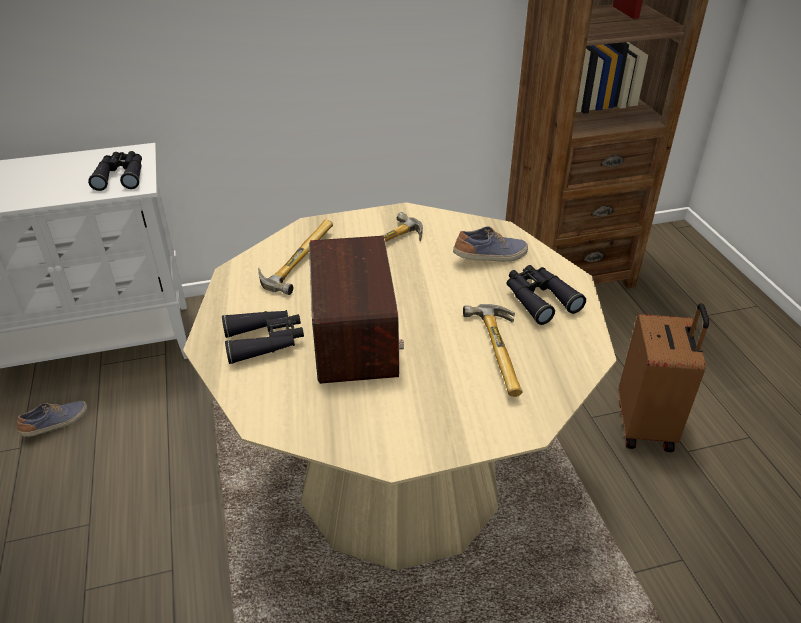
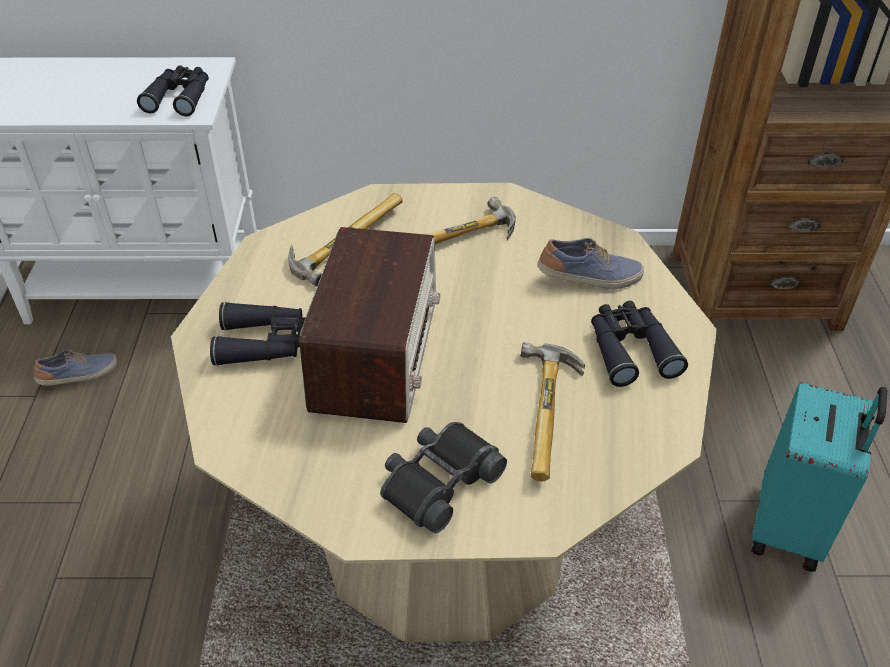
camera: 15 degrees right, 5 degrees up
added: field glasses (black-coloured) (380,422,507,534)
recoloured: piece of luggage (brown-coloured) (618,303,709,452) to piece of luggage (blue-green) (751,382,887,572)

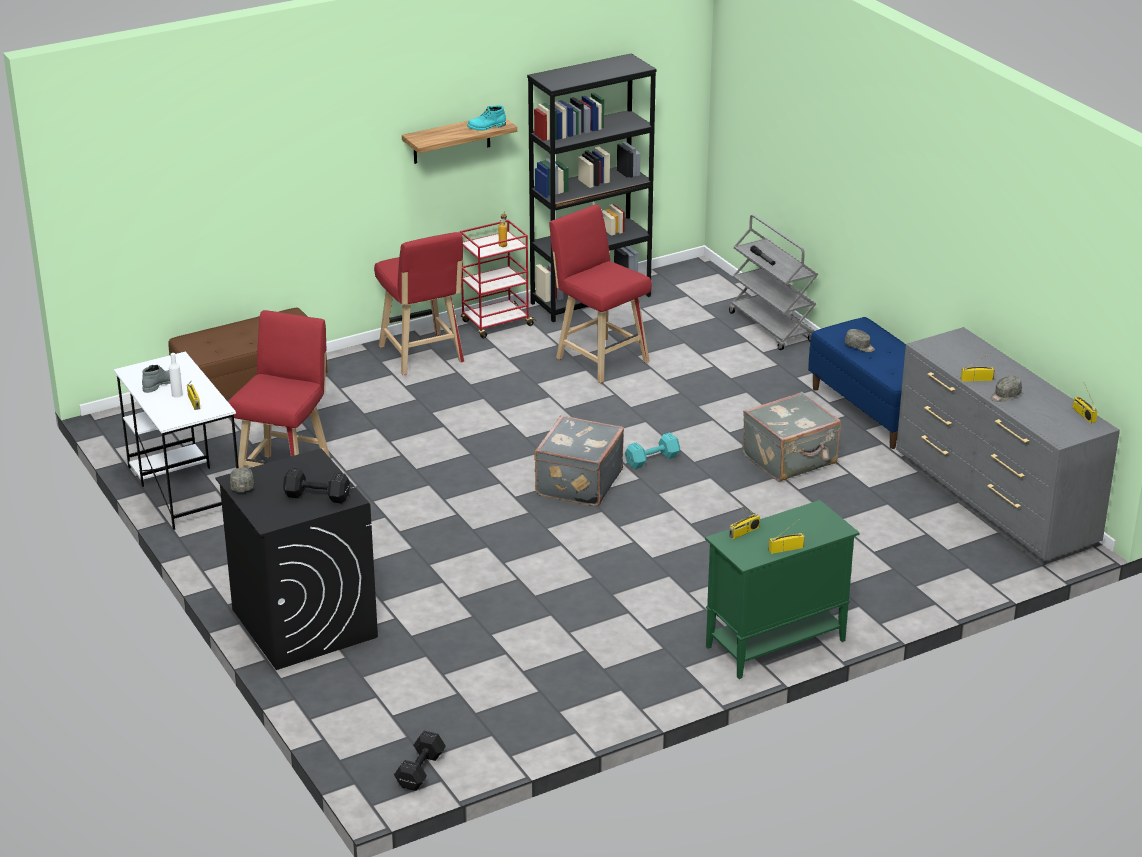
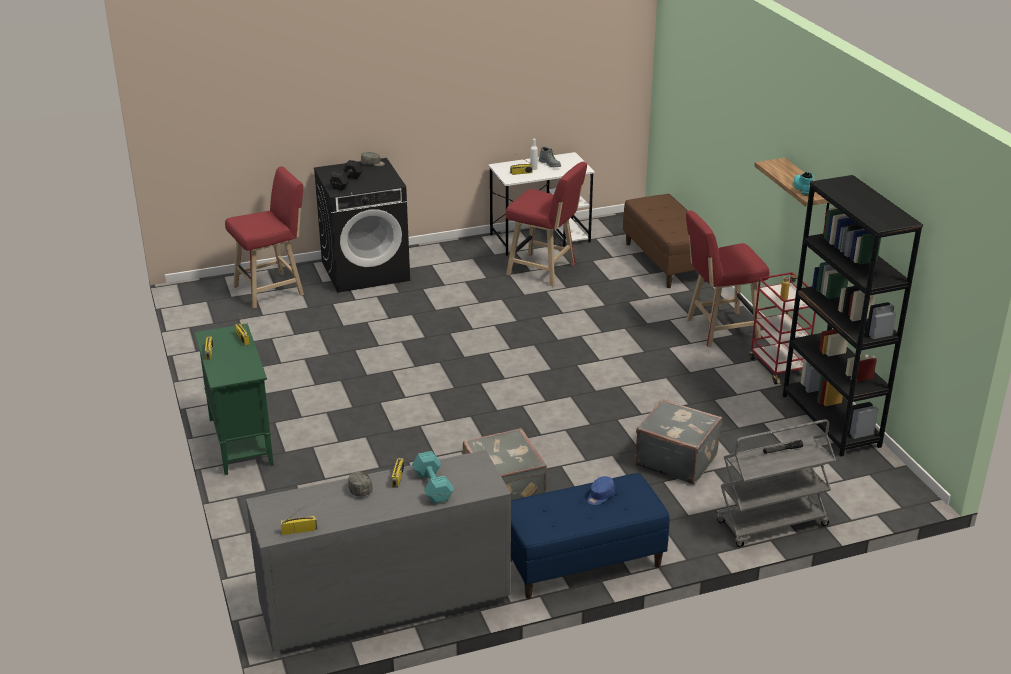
camera: 100 degrees right, 0 degrees up
removed: hand weight (black-coloured) (394,731,446,791)
moved: stool seat (red-coloured) (549,205,652,383) to (225,166,304,309); hand weight (blue-green) (625,432,680,469) to (412,451,454,503); piece of luggage (grey) (534,415,624,506) to (635,399,722,485)
recoloured: cap (grey) (845,329,875,352) to cap (blue-coloured) (587,476,615,505)

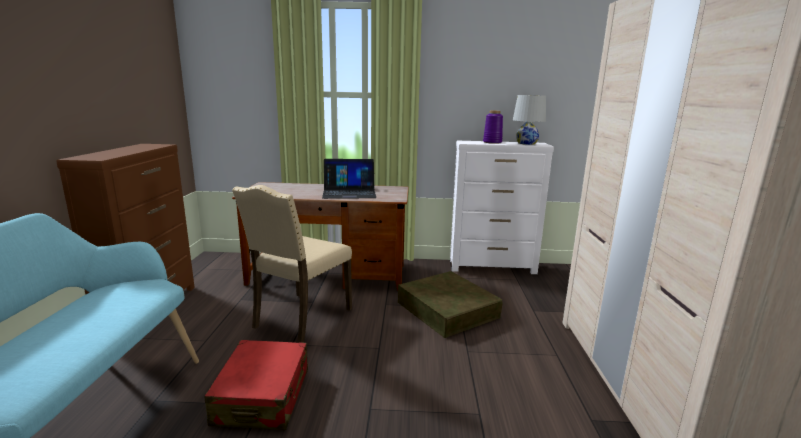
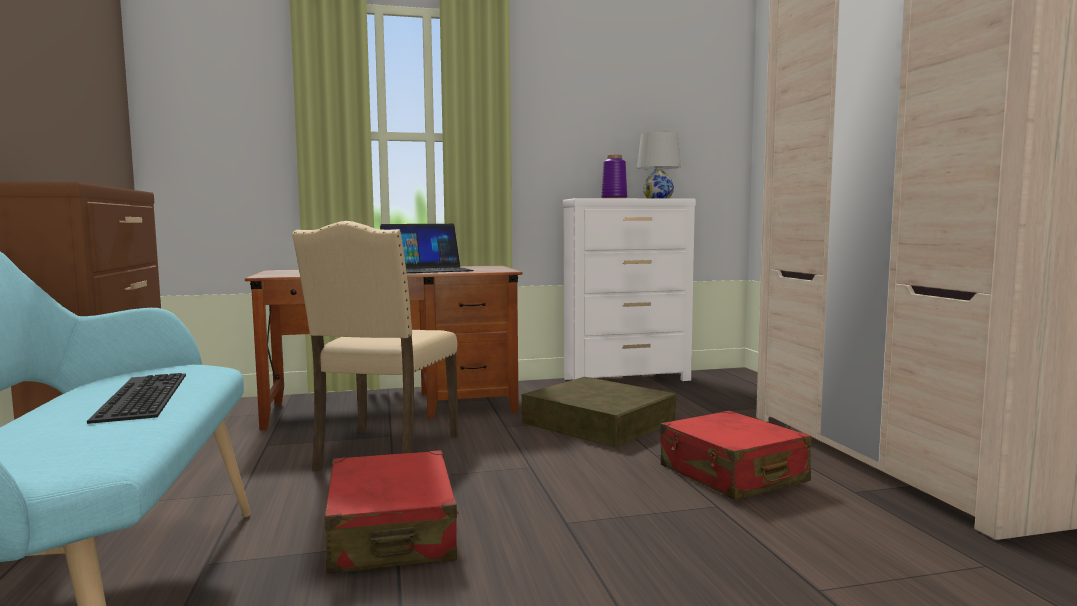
camera: 15 degrees left, 10 degrees down
added: PC keyboard (87,373,186,424); piece of luggage (red-coloured) (660,411,812,500)

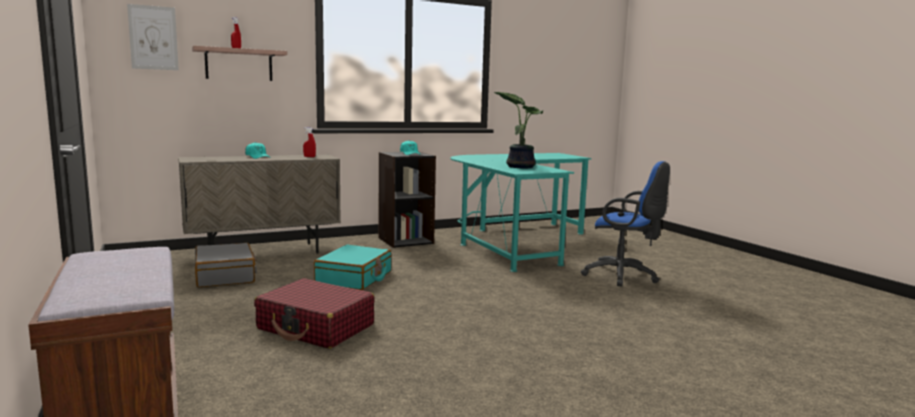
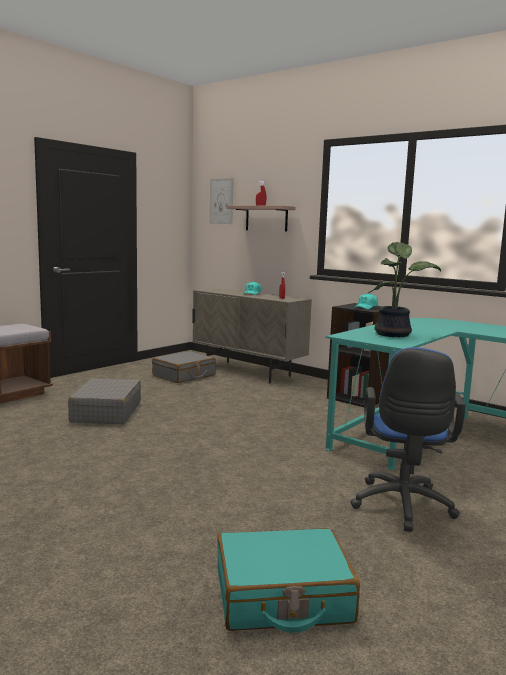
camera: 65 degrees right, 0 degrees up
moved: piece of luggage (blue-green) (314,245,391,290) to (217,528,360,633)
recoloured: piece of luggage (red-coloured) (254,278,375,349) to piece of luggage (grey) (68,378,141,424)

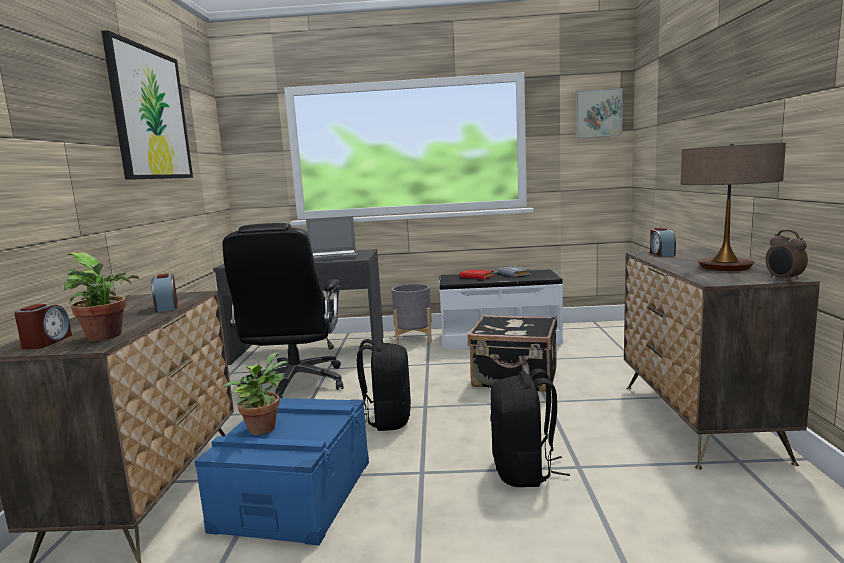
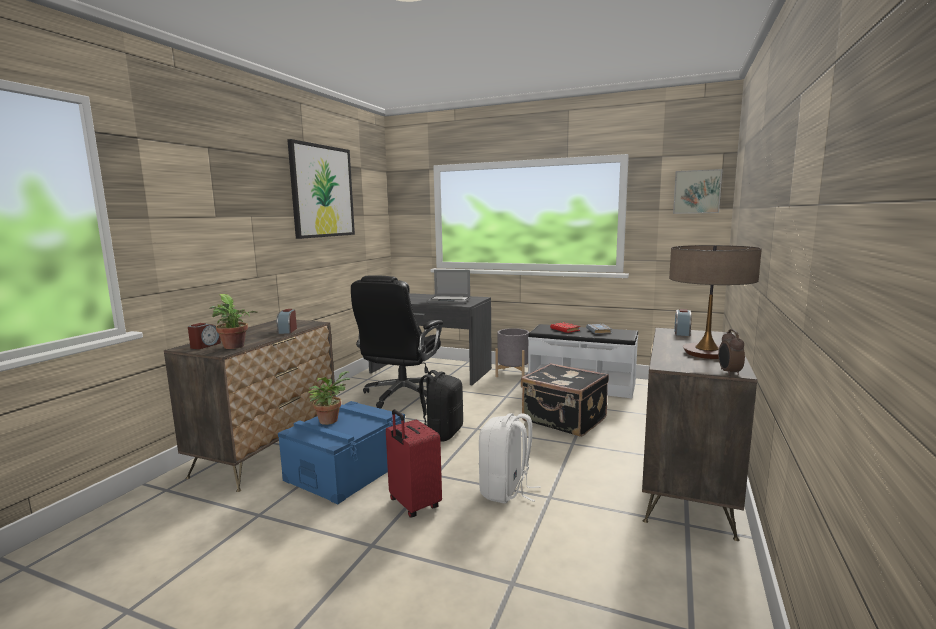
camera: 20 degrees right, 0 degrees up
added: piece of luggage (red-coloured) (386,410,442,517)
recoloured: backpack (black-coloured) (490,369,570,487) to backpack (white-coloured) (479,413,541,504)

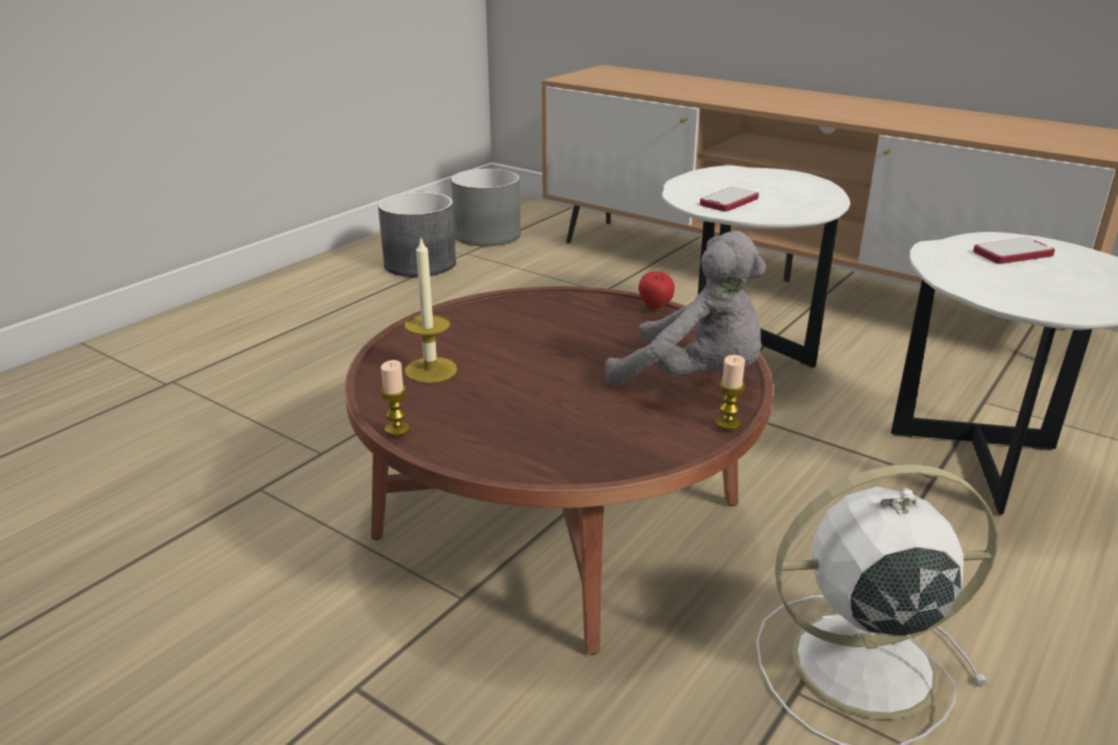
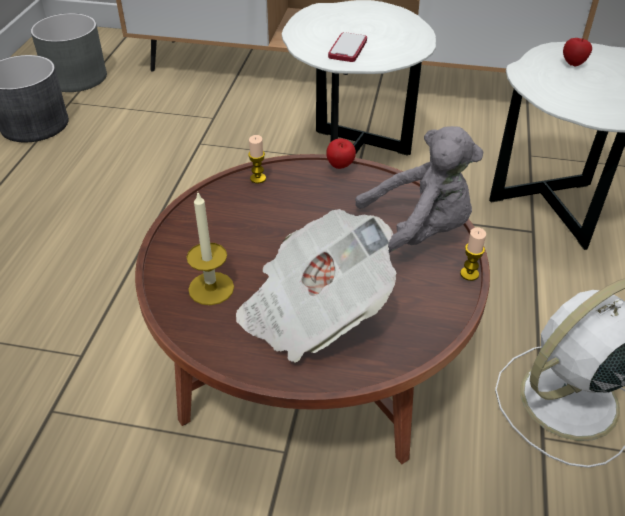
camera: 25 degrees left, 15 degrees up
added: printed paper (236,209,397,363)
moved: wax candle (380,360,410,436) to (248,135,266,184)
replaced: handset (973,238,1055,264) to whole apple (563,38,592,67)

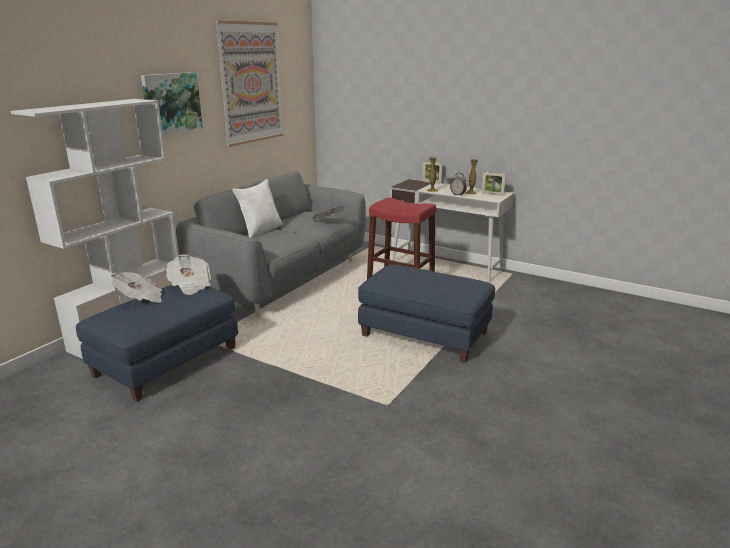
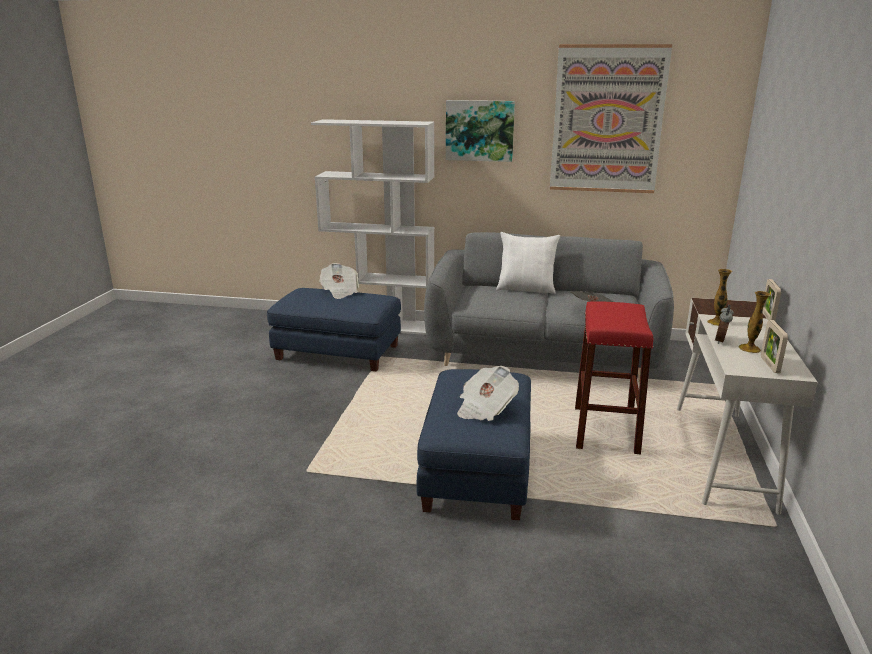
camera: 70 degrees right, 0 degrees up
moved: printed paper (166,255,211,295) to (457,366,519,421)

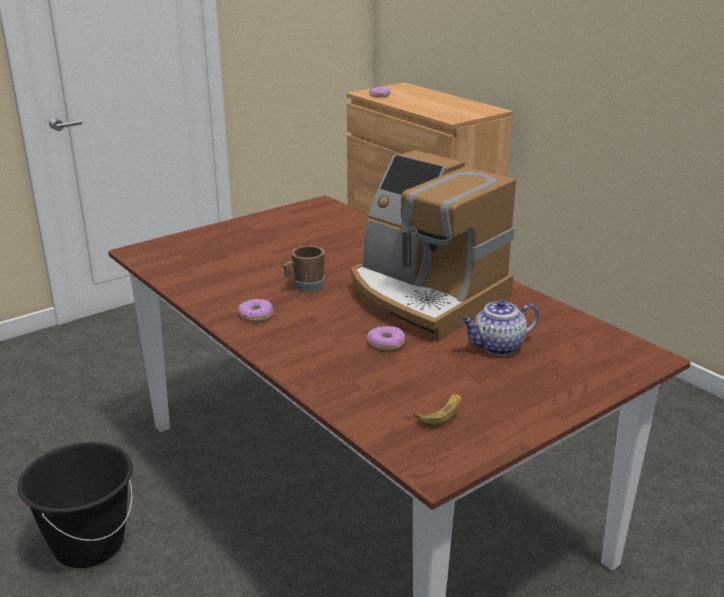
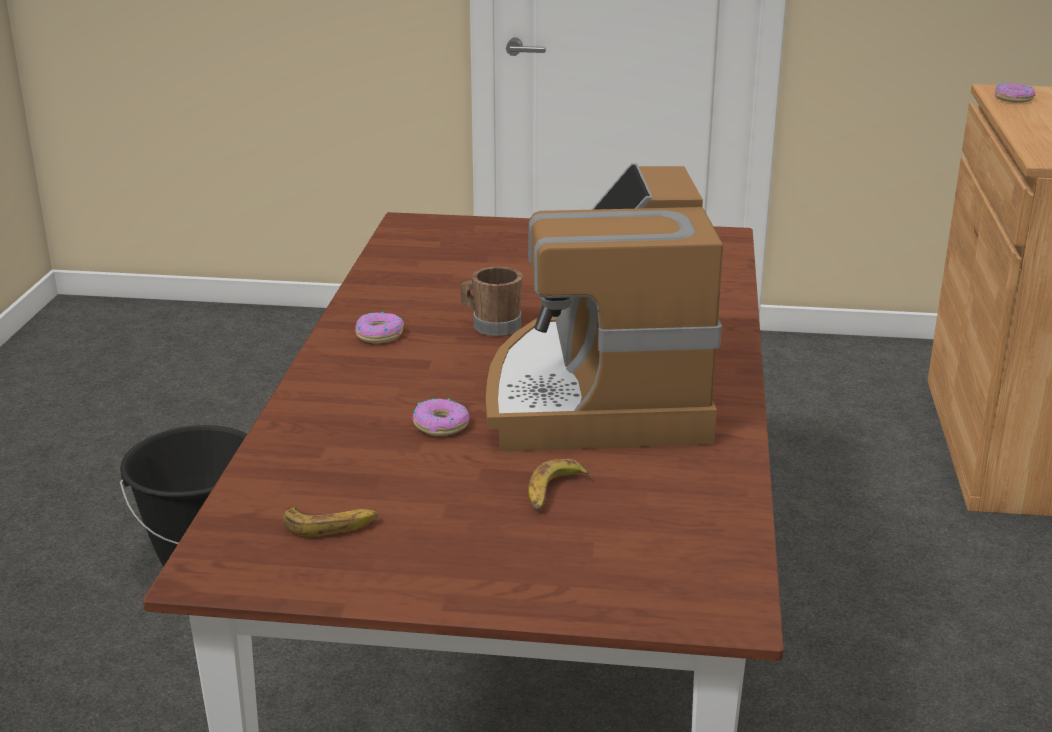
camera: 45 degrees right, 0 degrees up
replaced: teapot (461,300,539,355) to banana (528,459,590,511)

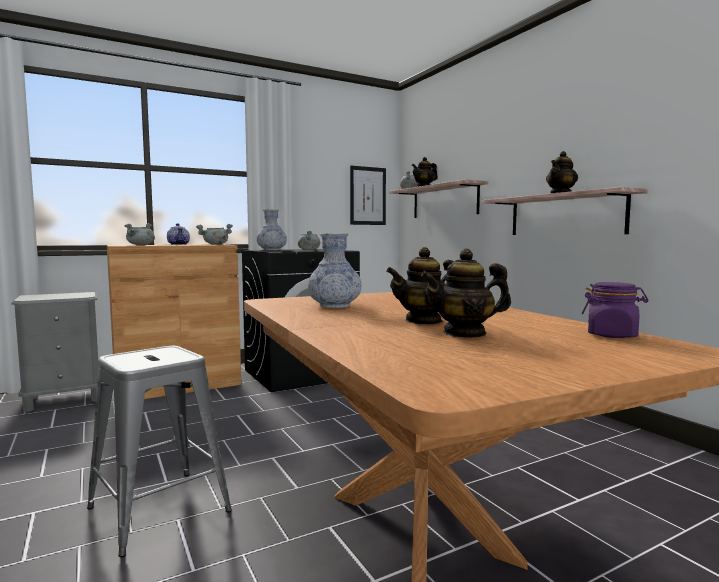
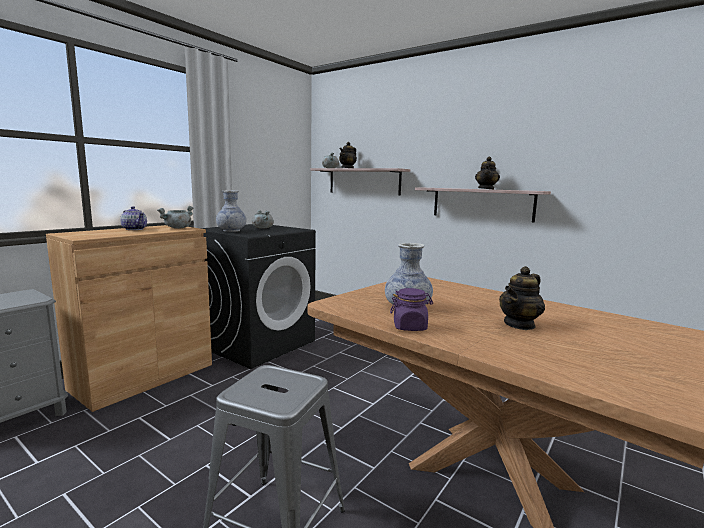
camera: 25 degrees left, 5 degrees up
removed: cooking pot (grey) (125,223,155,245); picture (350,166,386,225); teapot (421,249,511,338)
moved: storage jar (purple-coloured) (582,282,649,338) to (390,288,433,331)

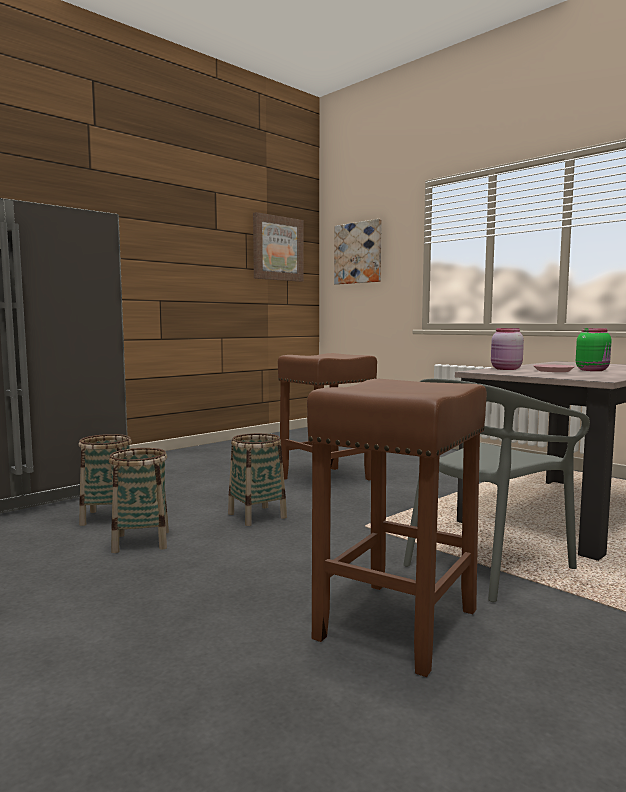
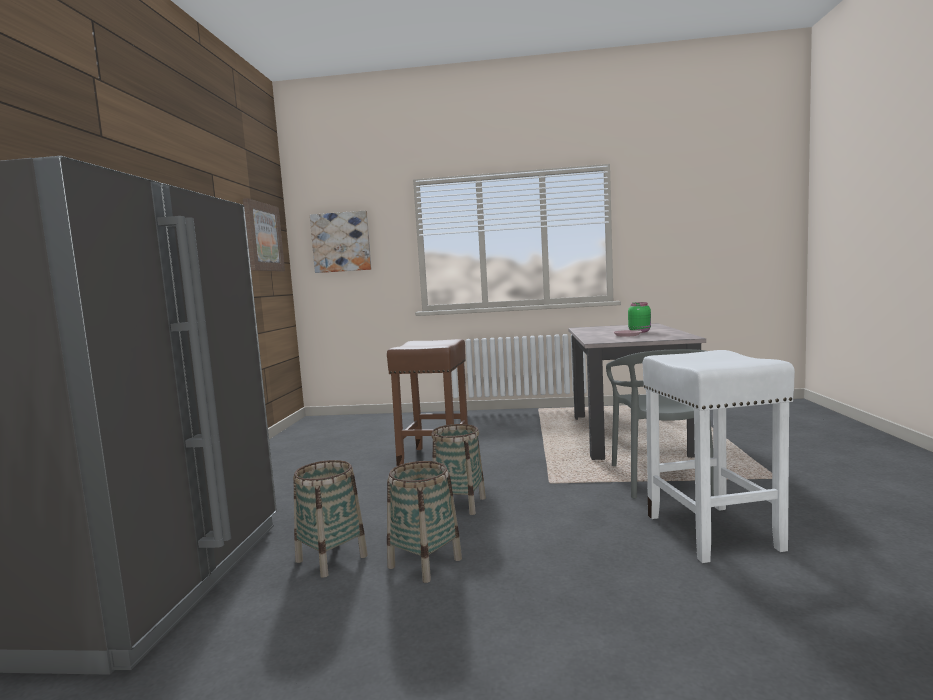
camera: 40 degrees left, 0 degrees up
removed: storage jar (pinkish) (491,328,524,370)
recoloured: stool seat (brown-coloured) (307,379,487,677) to stool seat (white-coloured) (643,350,795,563)

